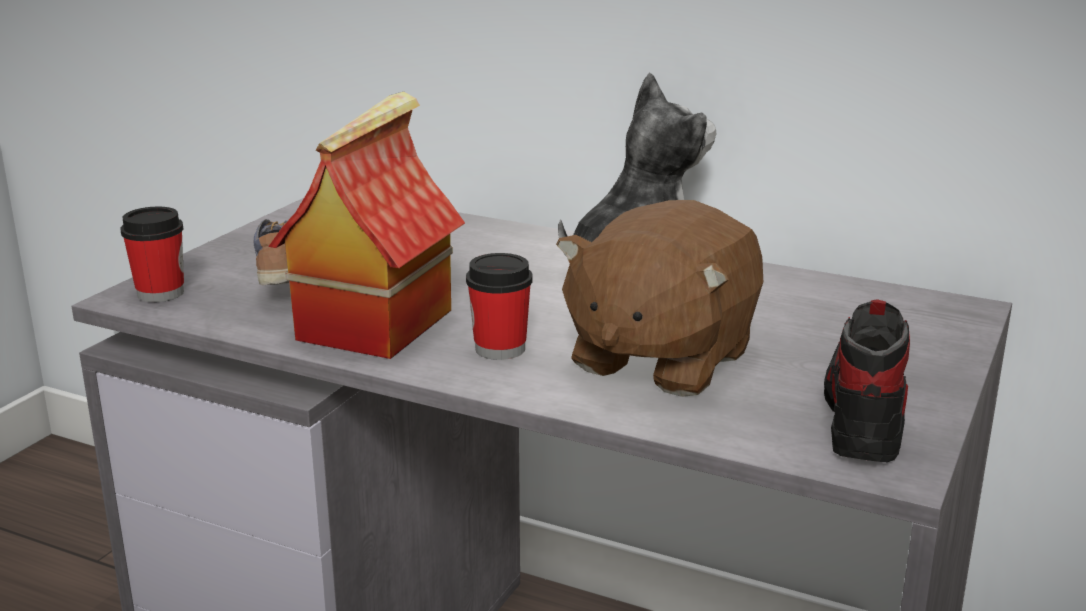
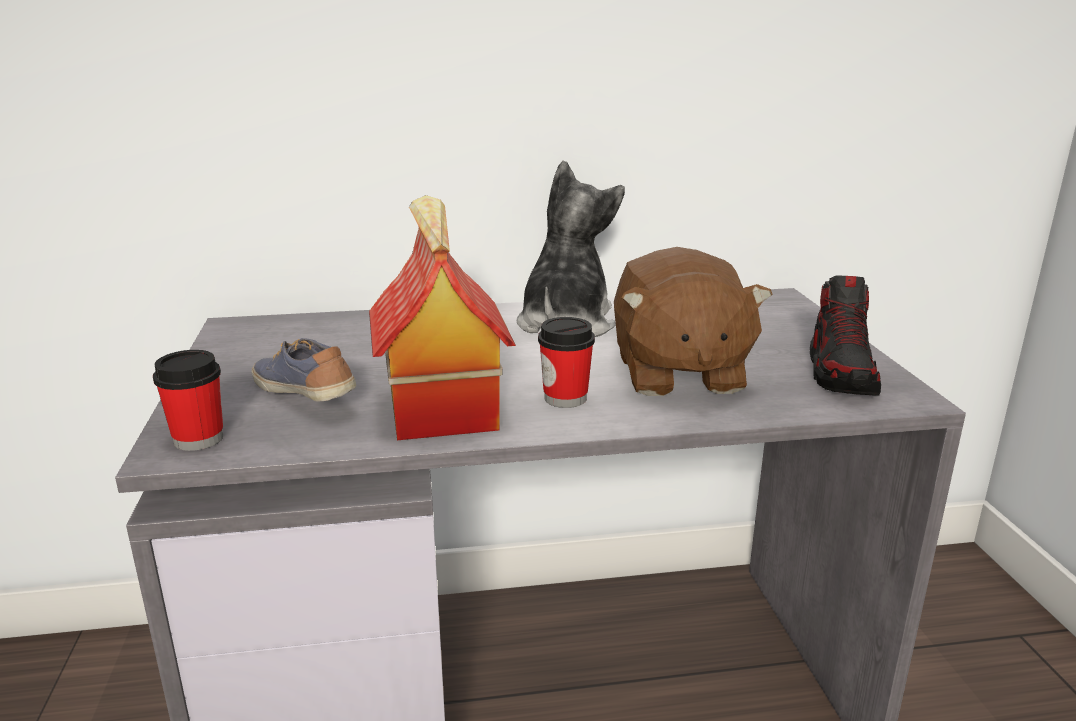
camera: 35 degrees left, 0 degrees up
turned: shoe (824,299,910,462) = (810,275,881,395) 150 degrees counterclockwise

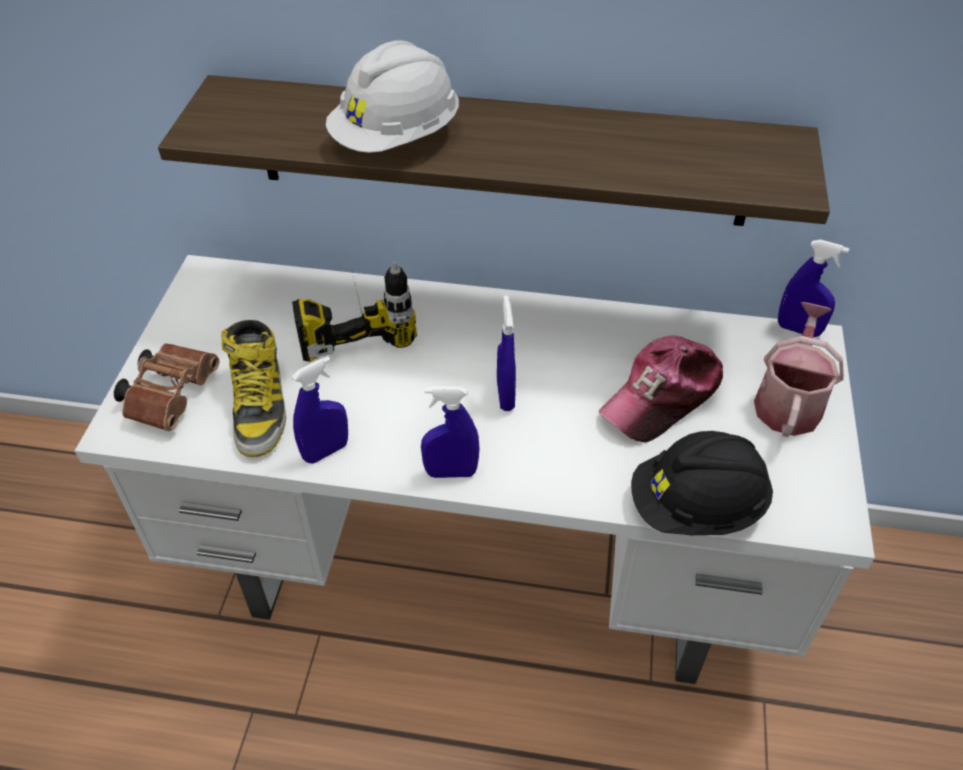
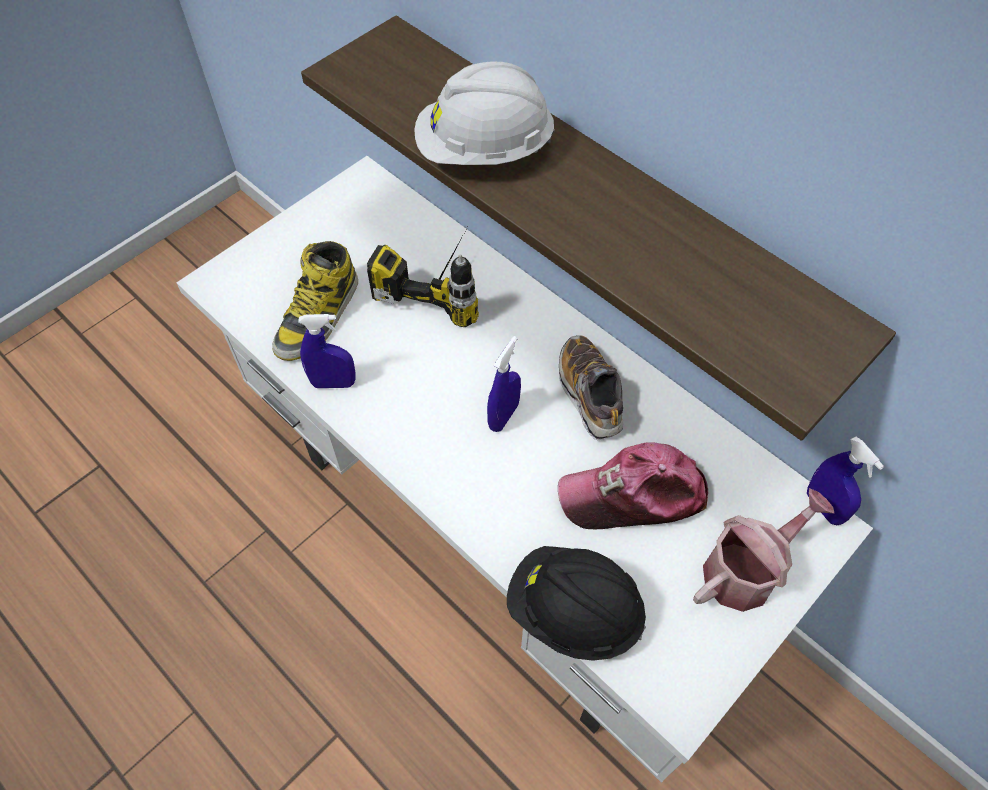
camera: 35 degrees right, 10 degrees up
removed: field glasses (brown-coloured) (114,343,219,431); sprayer (blue-coloured) (421,386,480,478)
added: shoe (559,335,623,441)

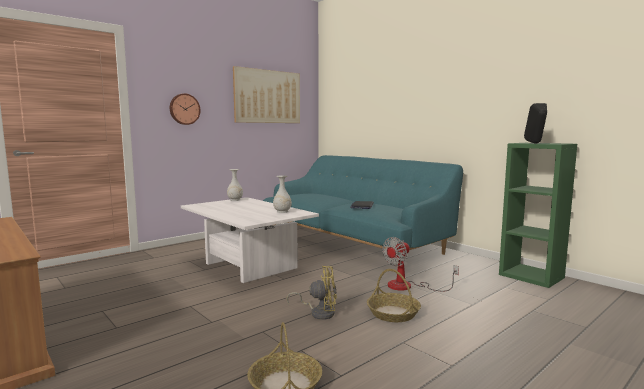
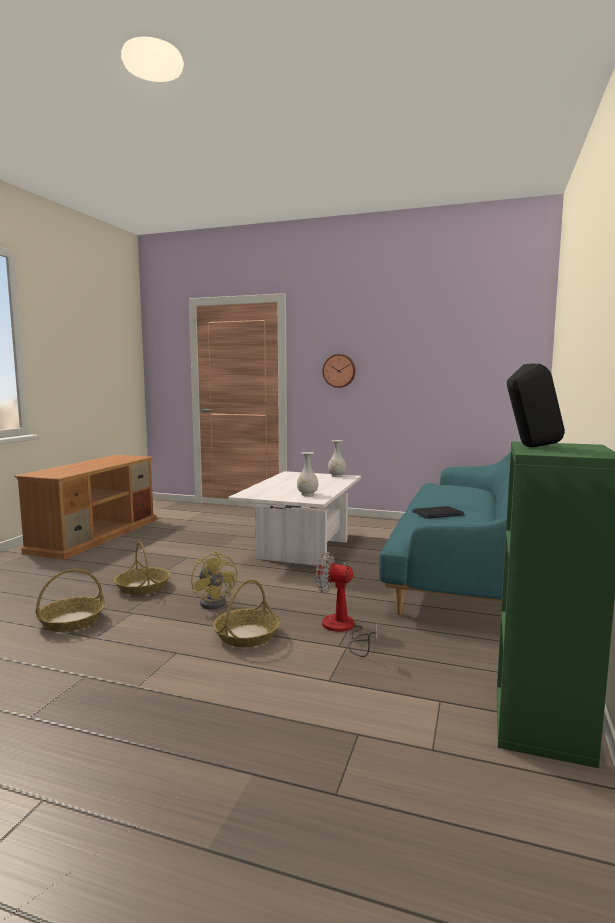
camera: 60 degrees right, 0 degrees up
removed: picture (233,66,300,123)
added: storage basket (114,542,170,595)

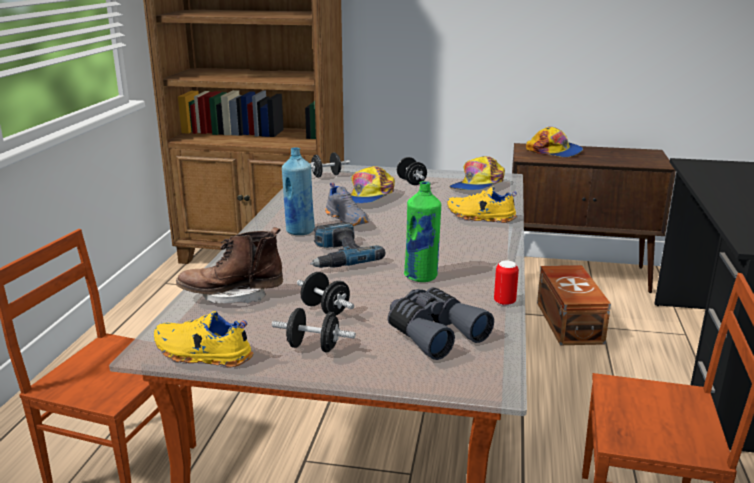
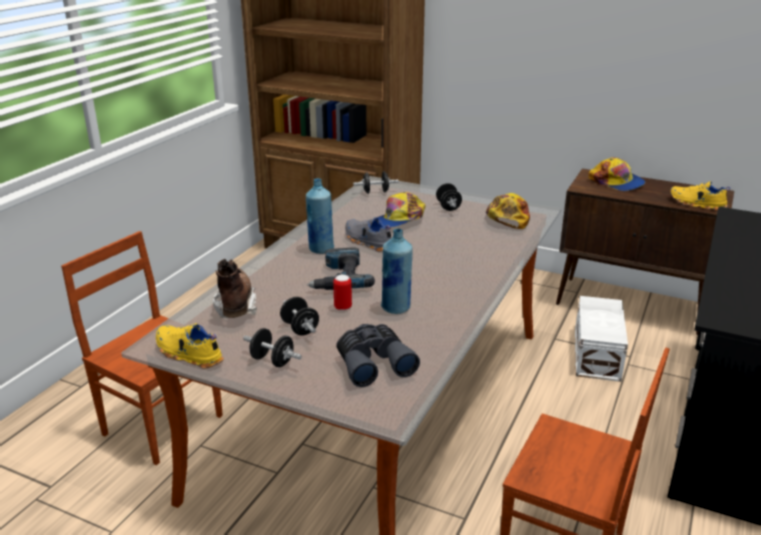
camera: 15 degrees right, 5 degrees up
moved: can (494,261,519,306) to (333,275,352,311); shoe (yellowish) (447,187,517,223) to (670,181,730,211)
recoloured: beverage bottle (green-coloured) (404,181,441,282) to beverage bottle (blue-coloured) (381,228,413,314); storage bin (brown-coloured) (537,265,611,345) to storage bin (white-coloured) (575,296,628,382)
turned: high-top boot (brown-coloured) (176,227,283,304) = (213,259,257,318) 75 degrees clockwise; shoe (grey) (325,183,369,226) = (345,217,391,252) 150 degrees clockwise; cap (449,156,505,190) = (486,193,530,229) 135 degrees clockwise

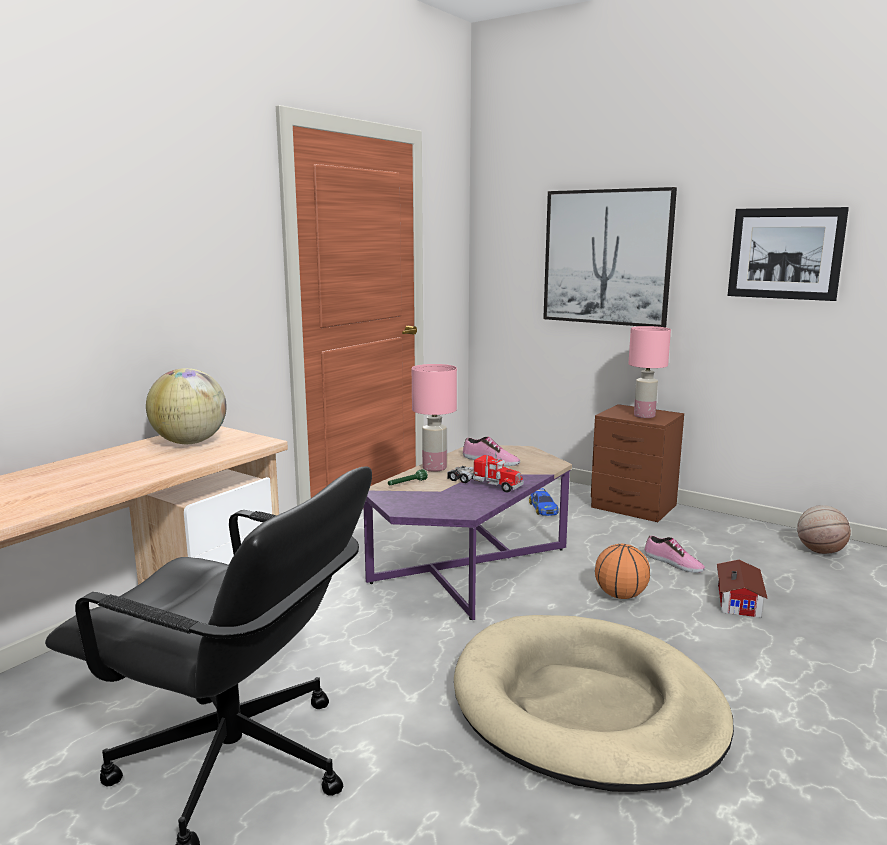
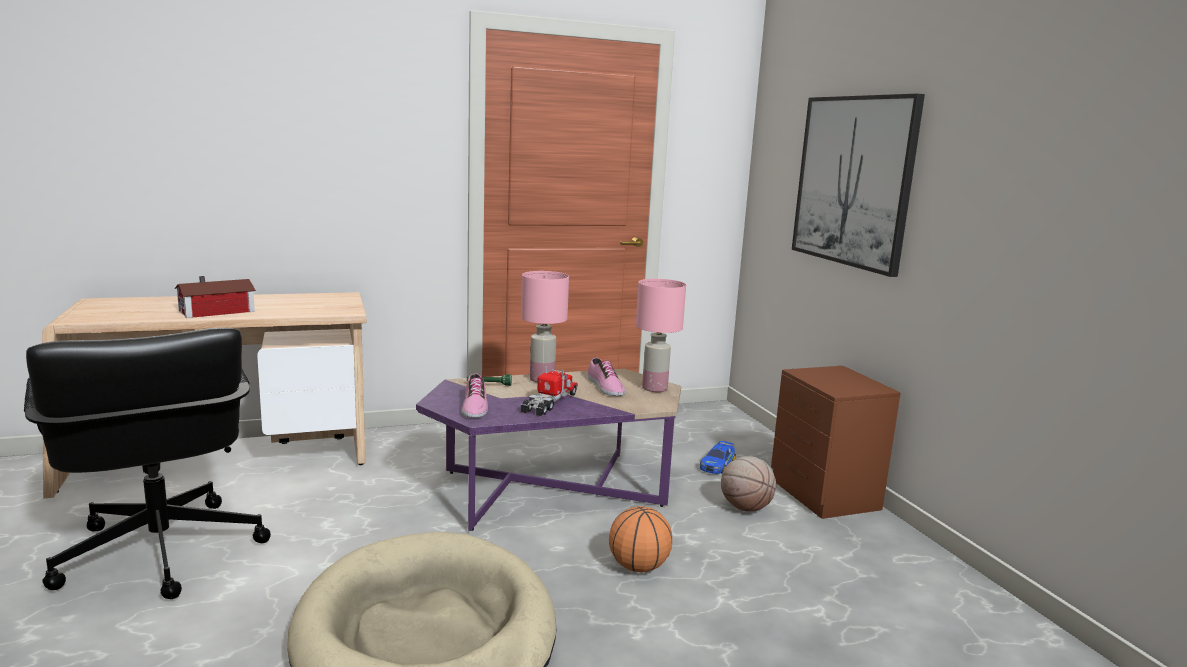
camera: 35 degrees right, 0 degrees up
removed: world globe (146,368,227,444); picture (728,207,849,301)
moved: toy house (717,560,767,618) to (175,276,256,318); shoe (645,535,705,573) to (461,373,488,418); lamp for a table (pinkish) (628,326,671,418) to (636,279,686,392); basketball ball (797,505,851,554) to (721,456,776,511)
turned: toy lorry (447,452,524,492) = (521,366,578,416) 135 degrees counterclockwise

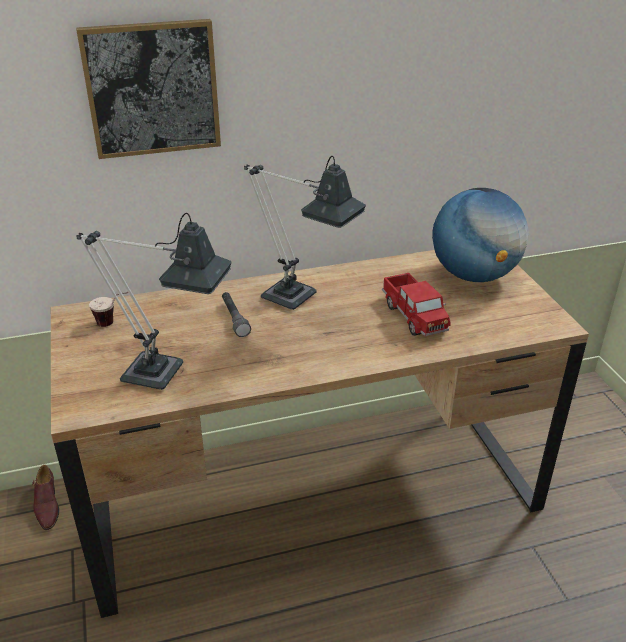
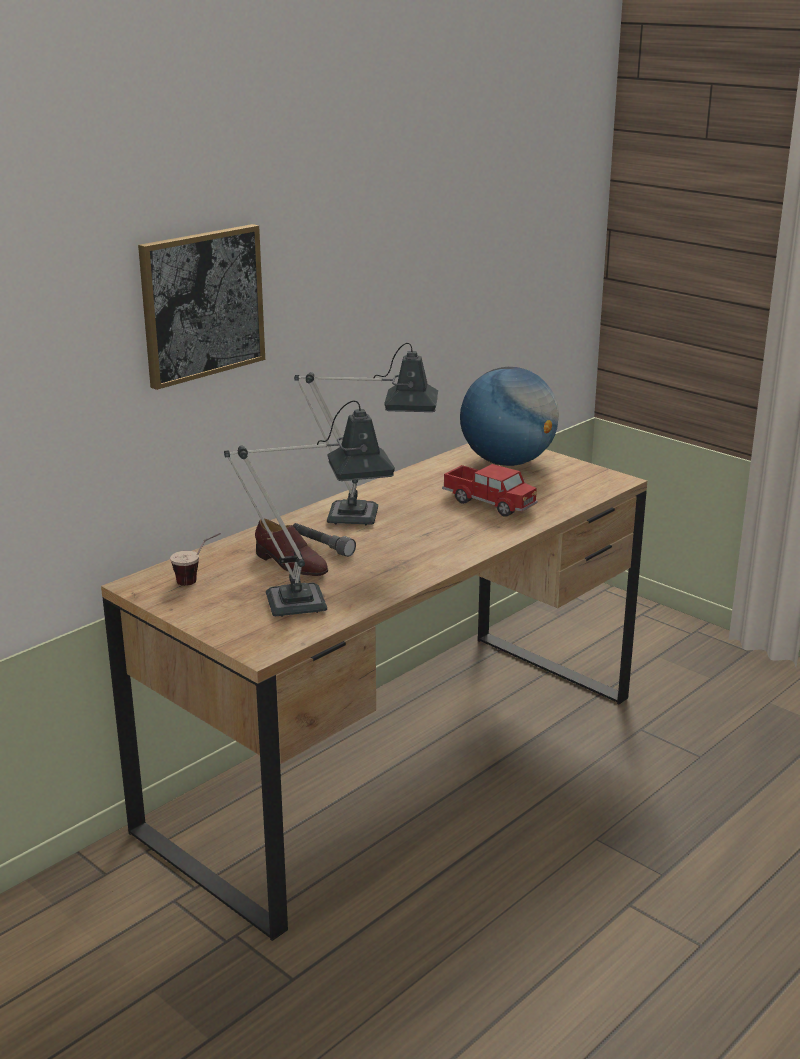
camera: 30 degrees left, 10 degrees down
moved: shoe (brown-coloured) (32,465,59,530) to (255,519,328,576)

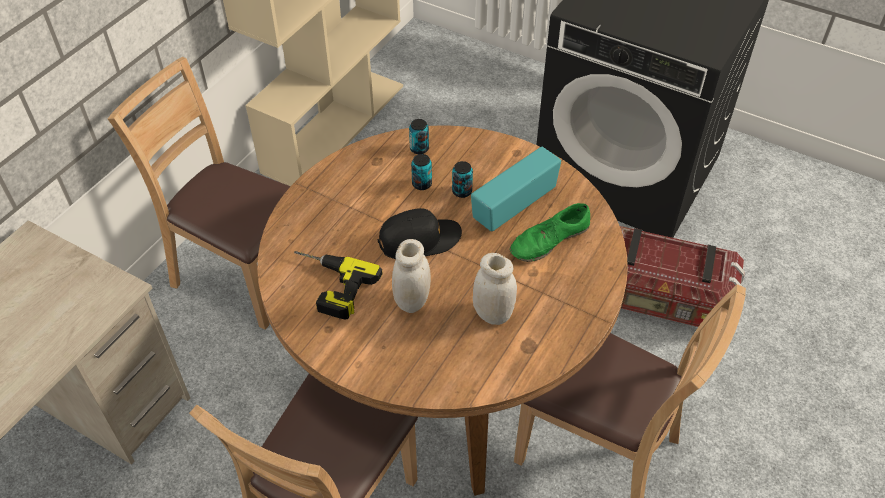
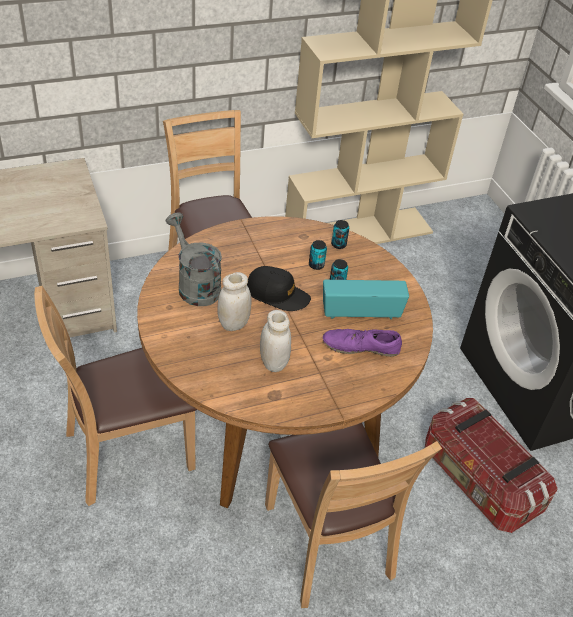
camera: 35 degrees right, 5 degrees down
replaced: electric drill (294,251,383,319) to sprinkling can (grey) (166,213,222,306)
recoloured: shoe (green-coloured) (510,203,590,262) to shoe (purple-coloured) (323,327,402,357)

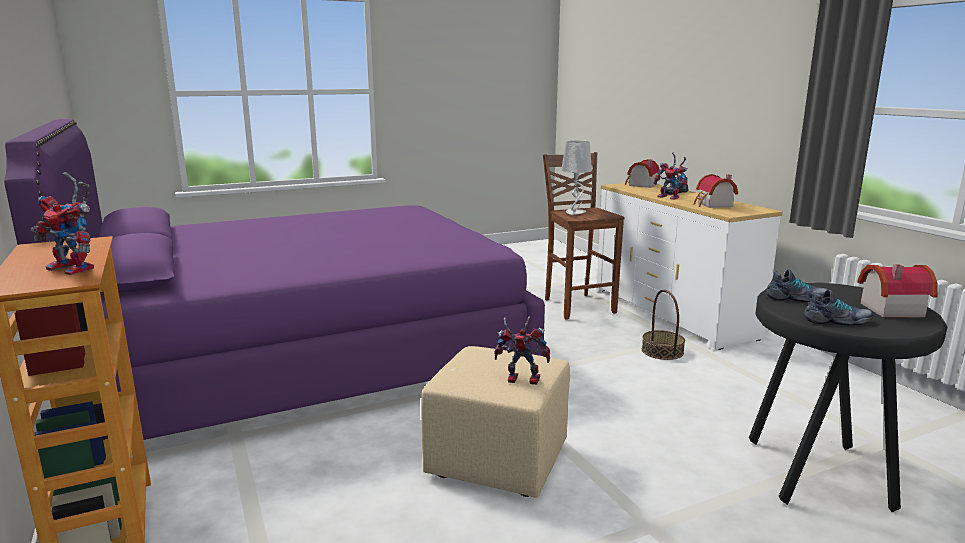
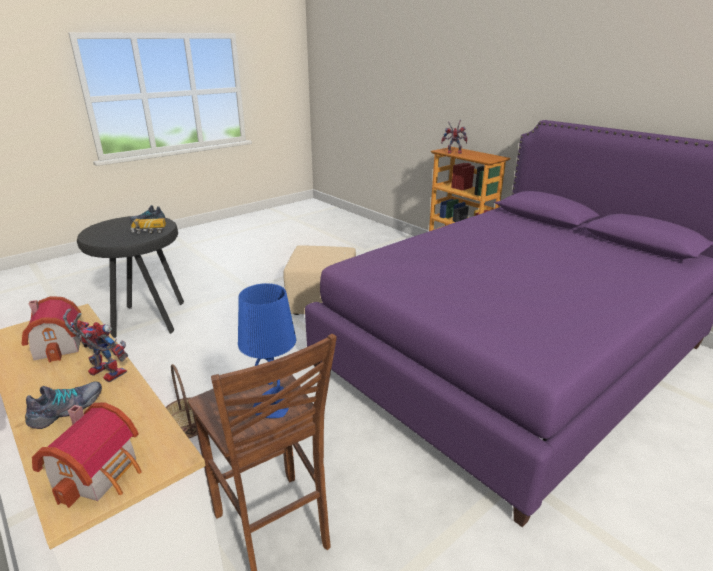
camera: 165 degrees right, 10 degrees up
removed: toy robot (494,316,550,385); toy house (857,264,938,318)
replaced: shoe (766,270,828,302) to toy lorry (131,218,166,235)
recoloured: lamp for a table (grey) (561,140,592,215) to lamp for a table (blue-coloured) (238,283,296,418)

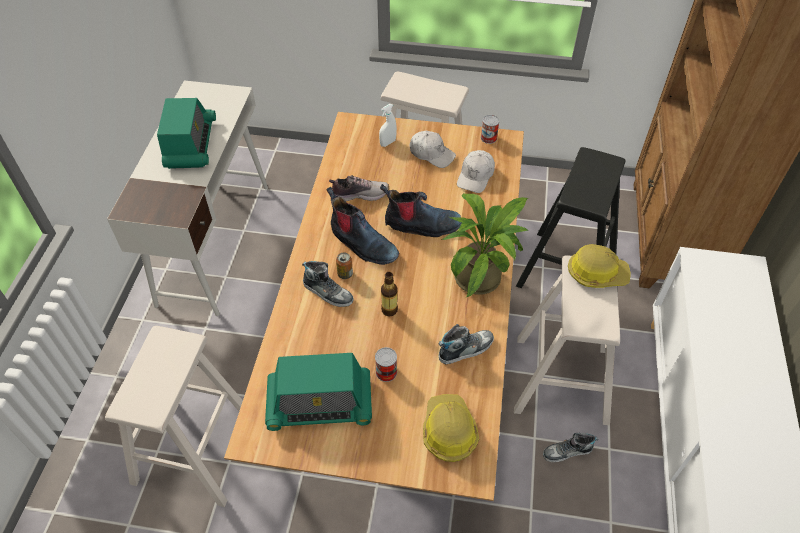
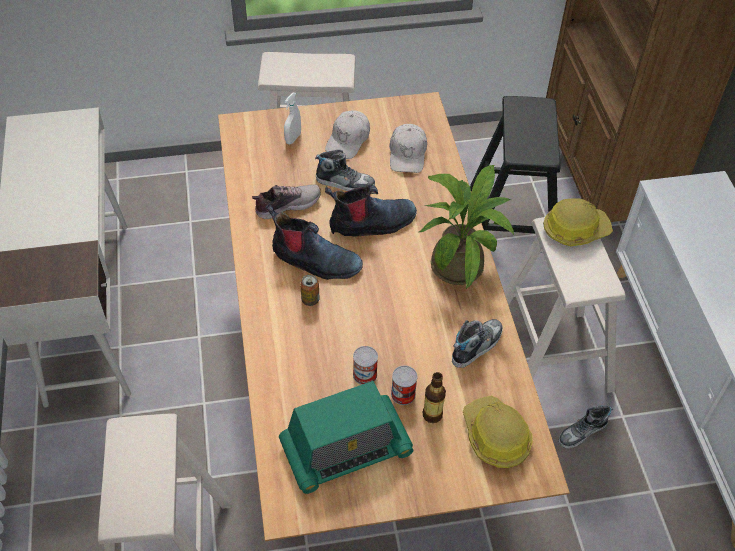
camera: 20 degrees left, 0 degrees up
removed: radio set (157,98,216,169)
moved: shoe (302,261,353,307) to (315,150,375,191); can (481,115,500,144) to (353,346,378,385); beverage bottle (381,272,398,316) to (423,372,446,423)
turned: cap (white-coloured) (410,131,456,168) = (325,110,370,159) 105 degrees clockwise

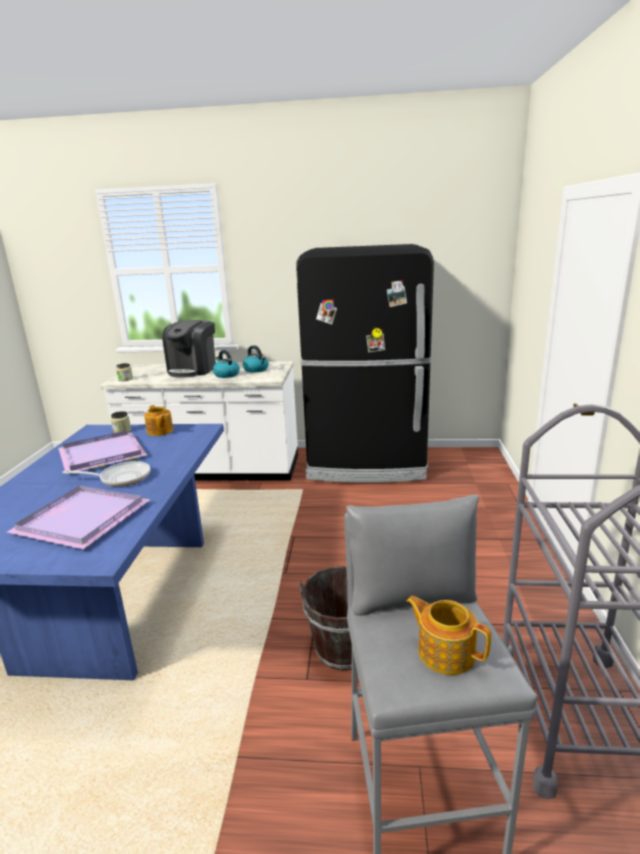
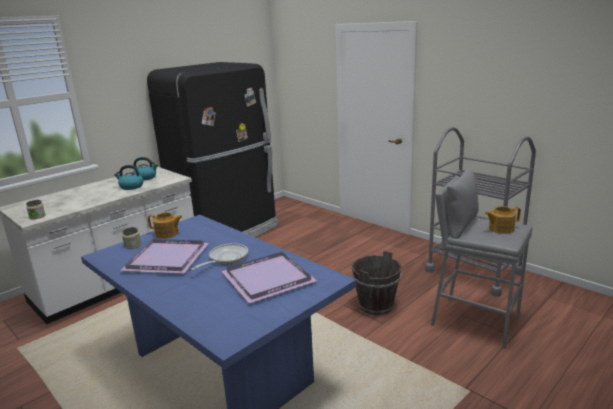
camera: 50 degrees left, 0 degrees up
removed: coffee maker (162,320,216,378)

